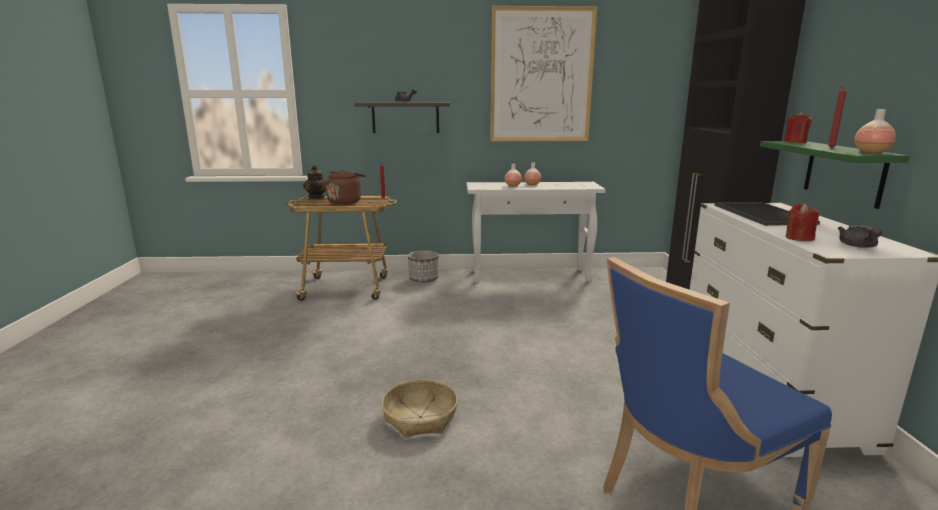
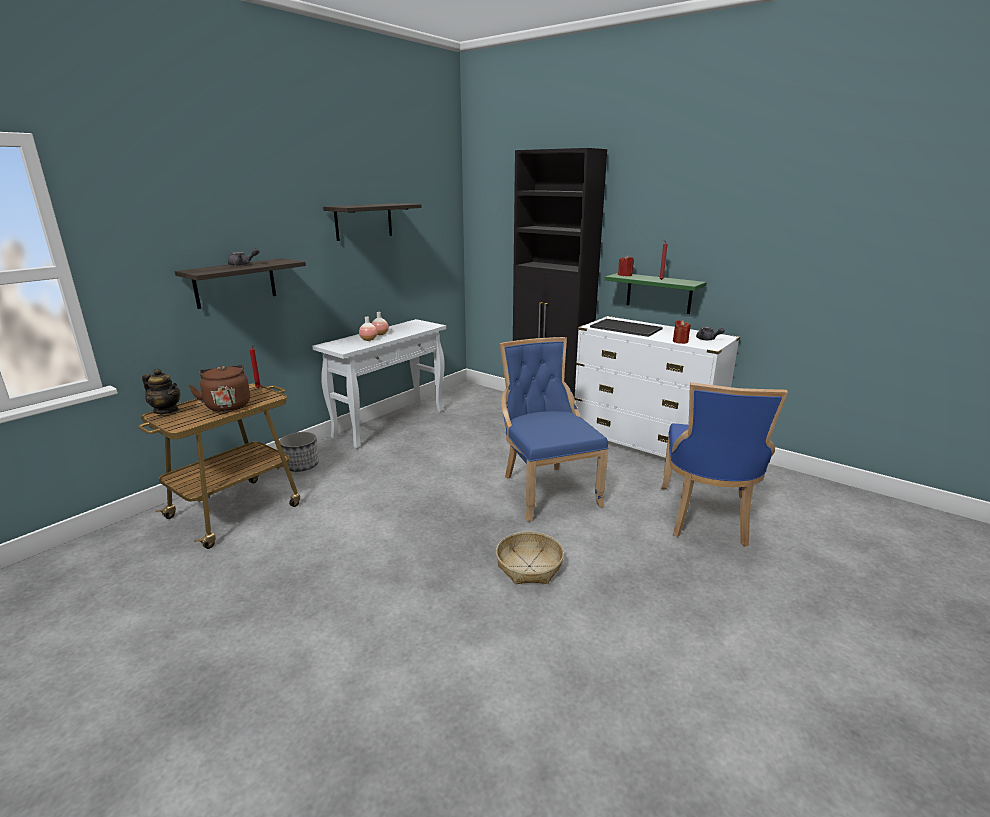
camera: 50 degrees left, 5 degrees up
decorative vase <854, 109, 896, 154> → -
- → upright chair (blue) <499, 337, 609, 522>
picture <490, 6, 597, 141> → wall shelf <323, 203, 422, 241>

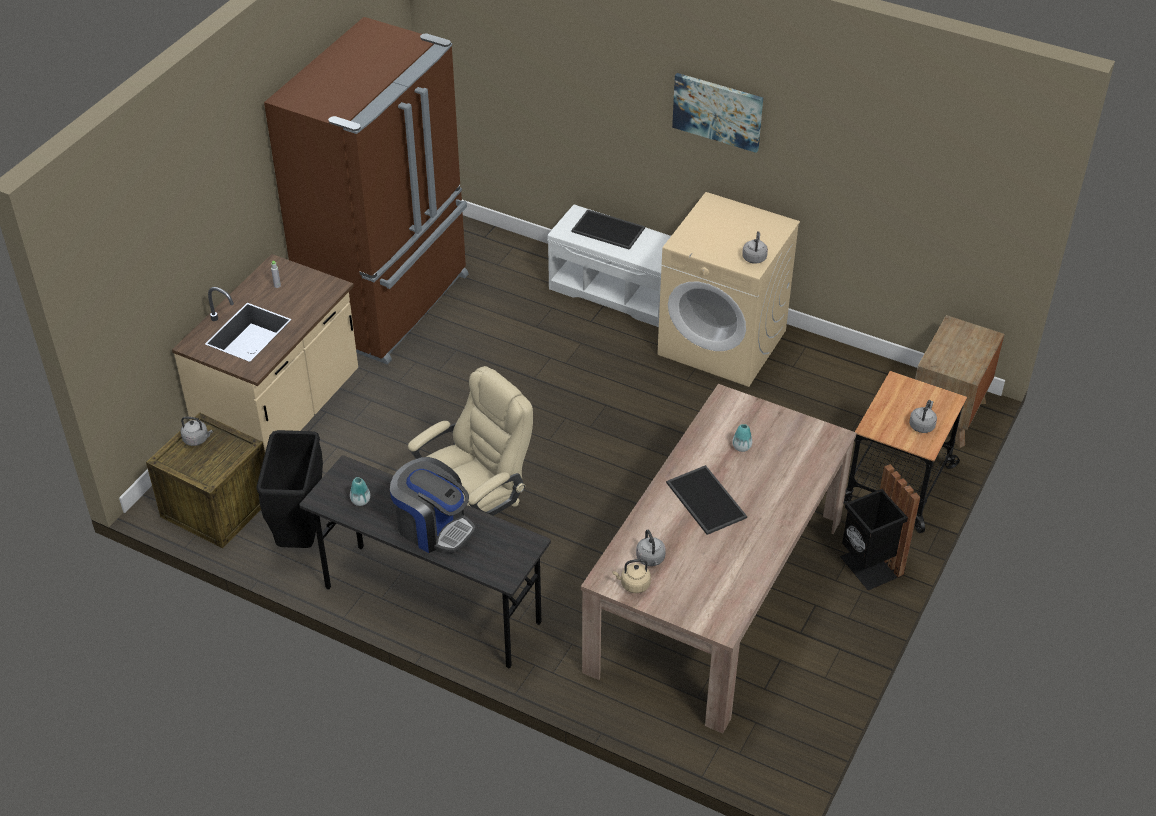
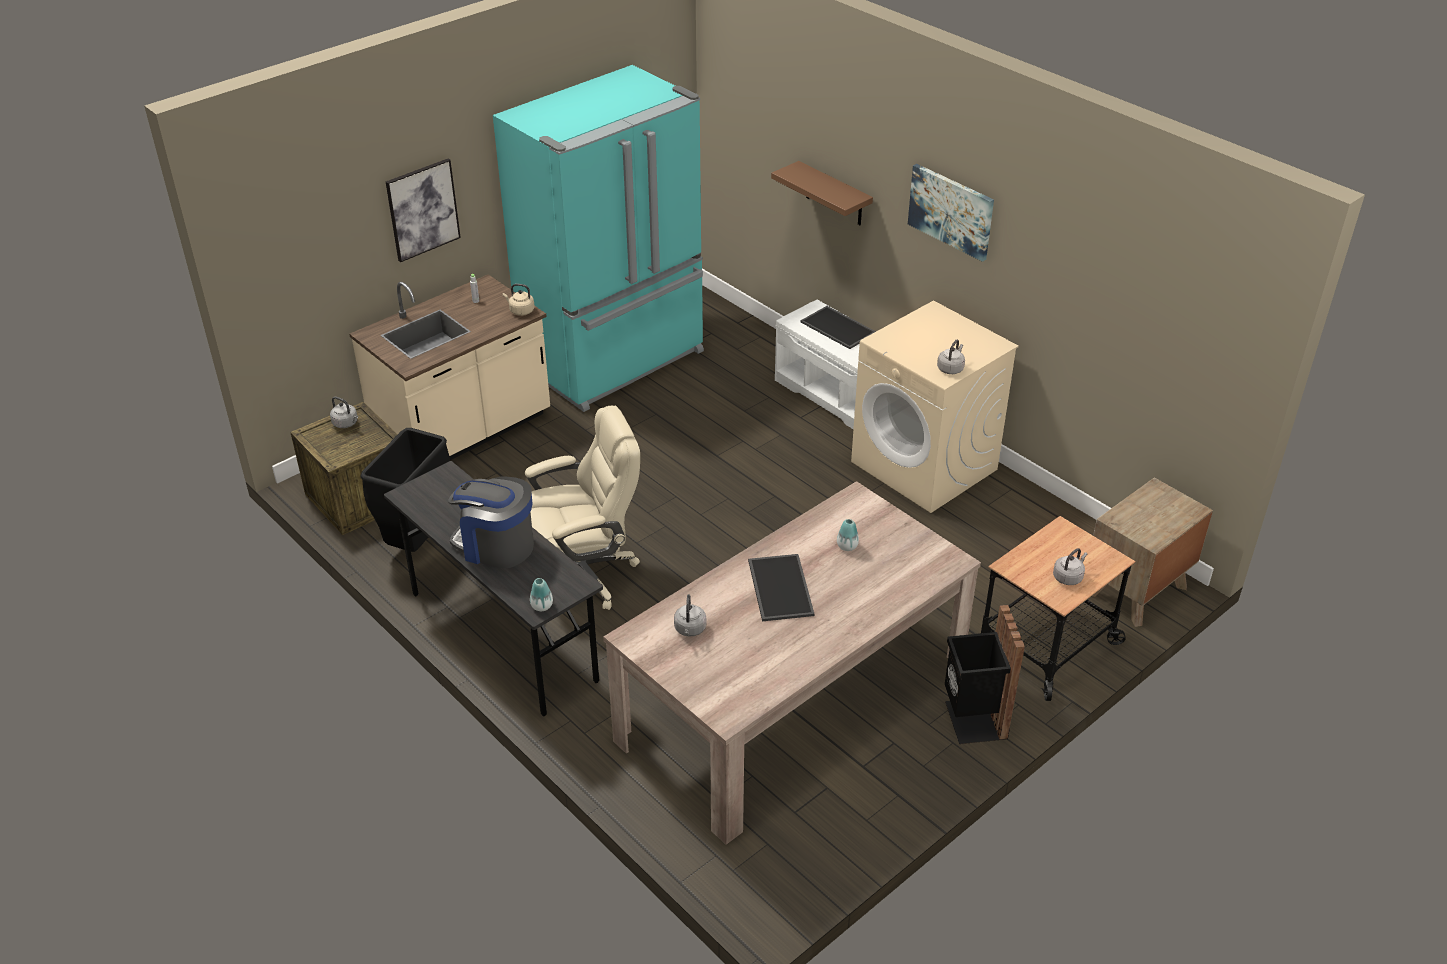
camera: 20 degrees right, 5 degrees down
- → picture <386, 158, 461, 262>
- → wall shelf (brown) <771, 161, 873, 225>
decorative vase <350, 477, 370, 506> → decorative vase <530, 578, 553, 611>, moved
water kettle (sand-coloured) <612, 559, 651, 593> → water kettle (sand-coloured) <503, 284, 535, 316>, moved
fridge (brown) <264, 17, 468, 365> → fridge (blue-green) <493, 65, 704, 412>
coffee machine <390, 457, 476, 553> → coffee machine <448, 476, 534, 569>, 150 degrees clockwise

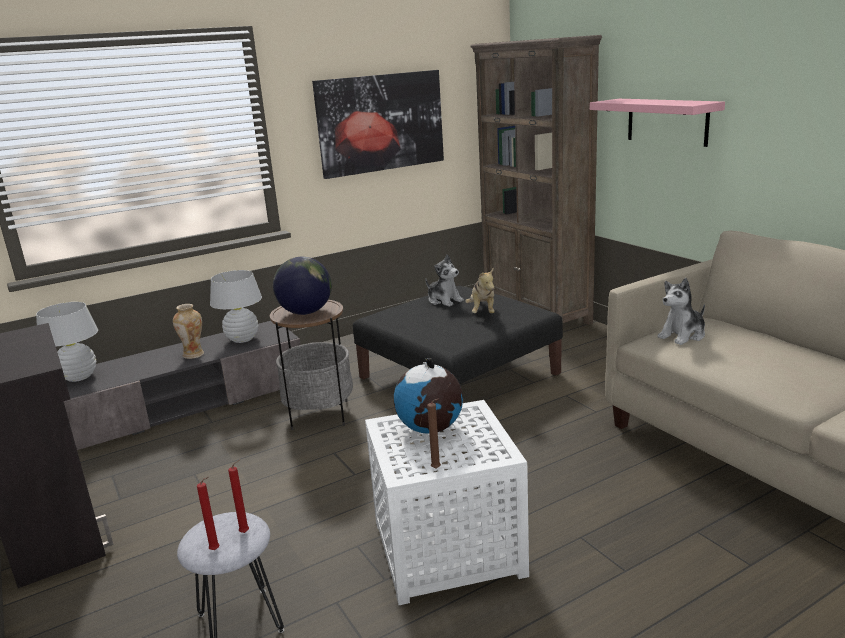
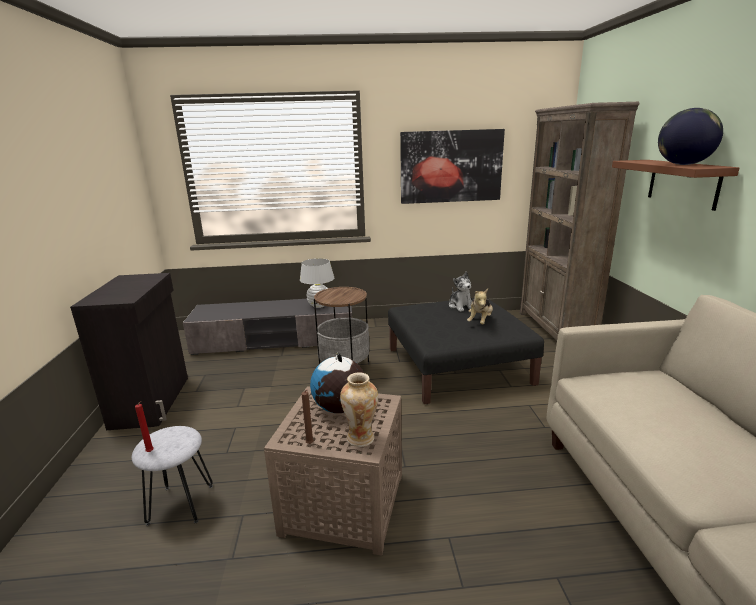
camera: 25 degrees right, 0 degrees up
tabletop lamp (white) <36, 302, 98, 382> → -
candle (red) <228, 459, 249, 533> → -
soft toy <657, 278, 705, 345> → -
decorative vase <173, 304, 204, 359> → decorative vase <340, 372, 378, 447>, moved
globe <273, 257, 332, 315> → globe <658, 108, 723, 165>, moved
end table (white) <365, 400, 529, 605> → end table (brown) <264, 386, 402, 556>
wall shelf (pink-coloured) <590, 99, 725, 147> → wall shelf (brown) <612, 160, 739, 211>

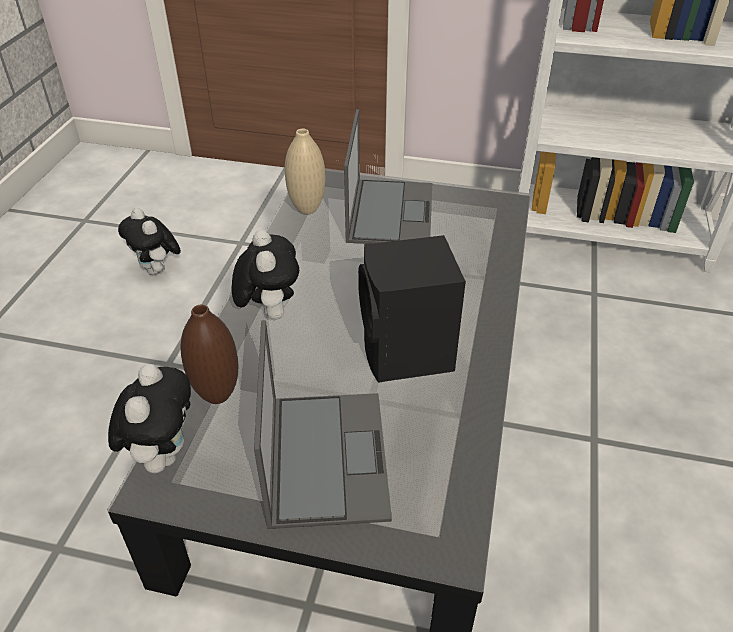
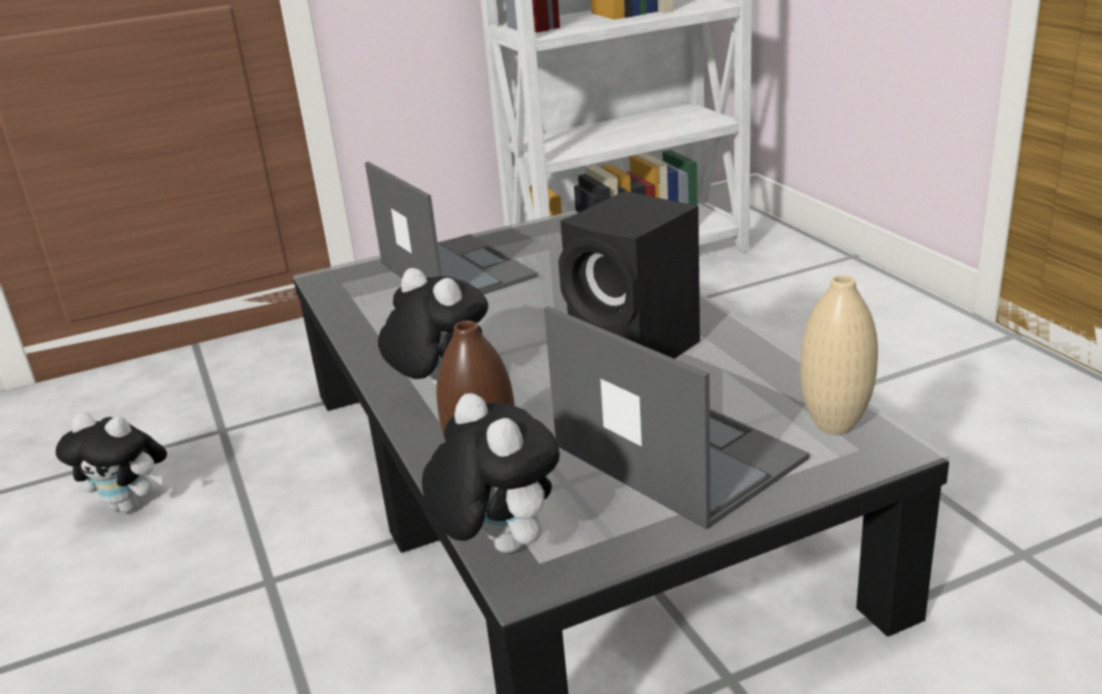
camera: 35 degrees left, 15 degrees down
decorative vase (sand-coloured) <285, 129, 326, 214> → decorative vase (sand-coloured) <800, 275, 878, 435>, moved

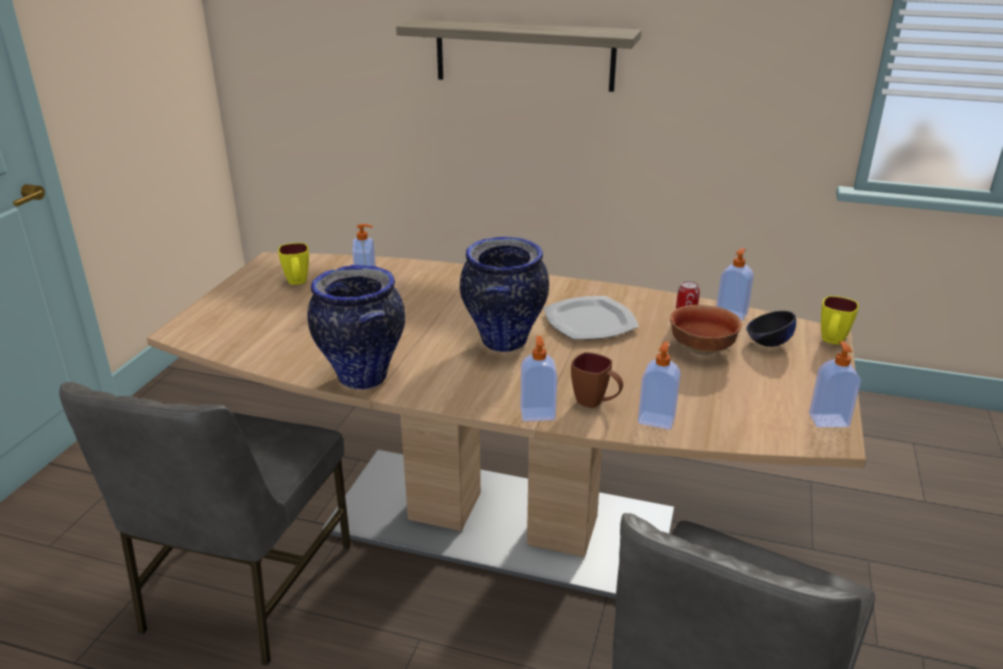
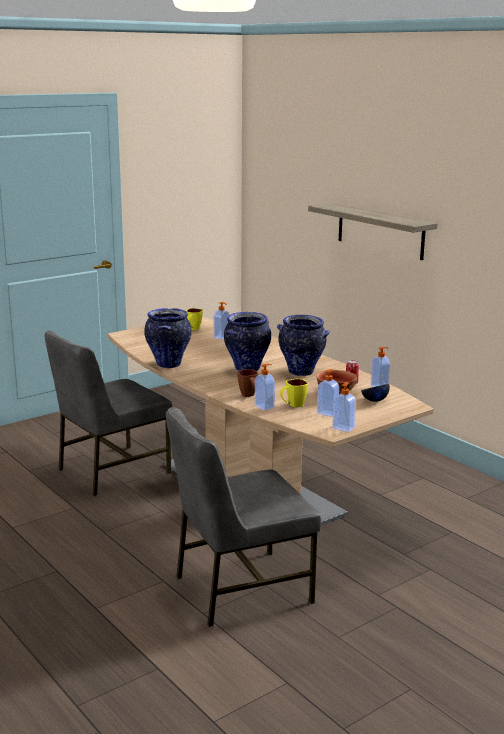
camera: 35 degrees right, 10 degrees down
liquid soap bottle <520, 336, 557, 421> → liquid soap bottle <317, 369, 339, 417>, moved
coffee mug (yellow) <821, 296, 859, 345> → coffee mug (yellow) <280, 379, 308, 408>, moved
flat dish <544, 296, 639, 340> → decorative vase <277, 315, 330, 376>

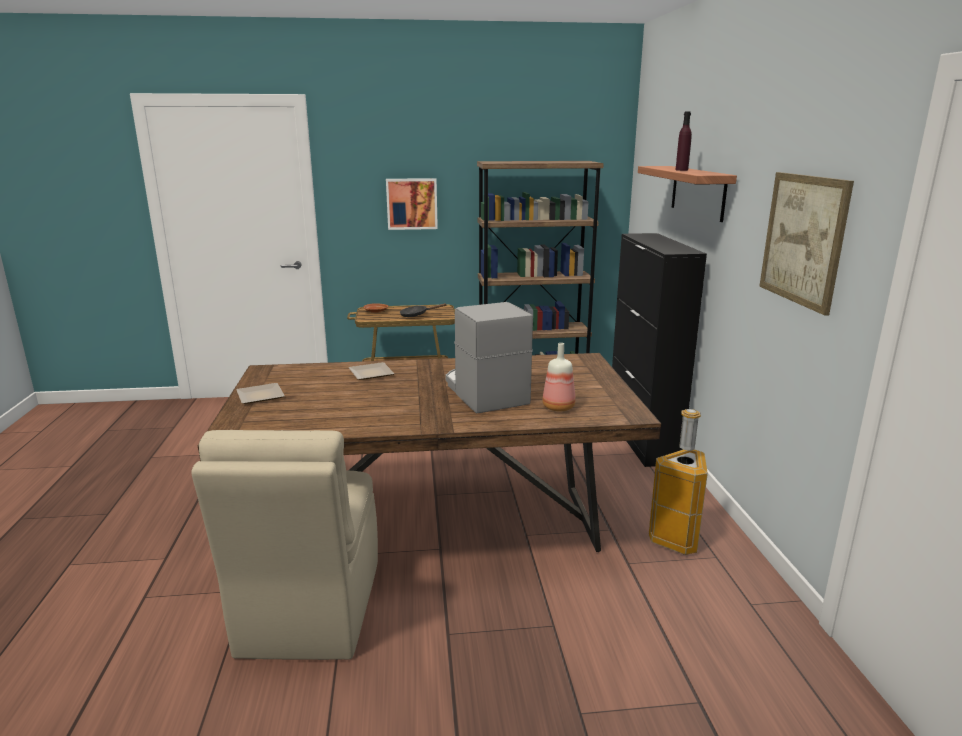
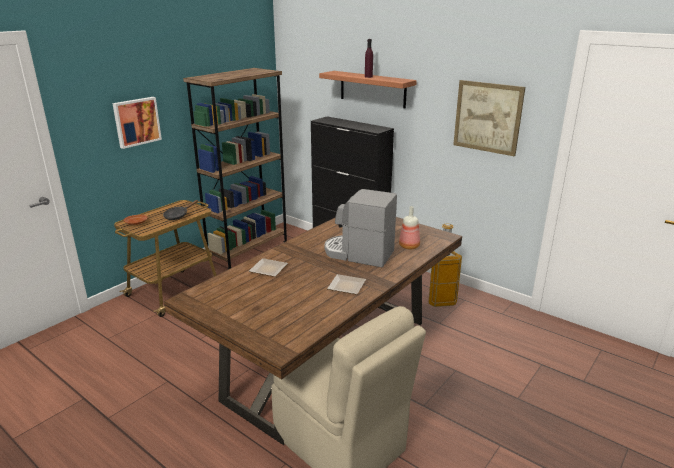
camera: 45 degrees left, 5 degrees up
flat dish <236, 383, 285, 404> → flat dish <327, 274, 366, 295>, moved

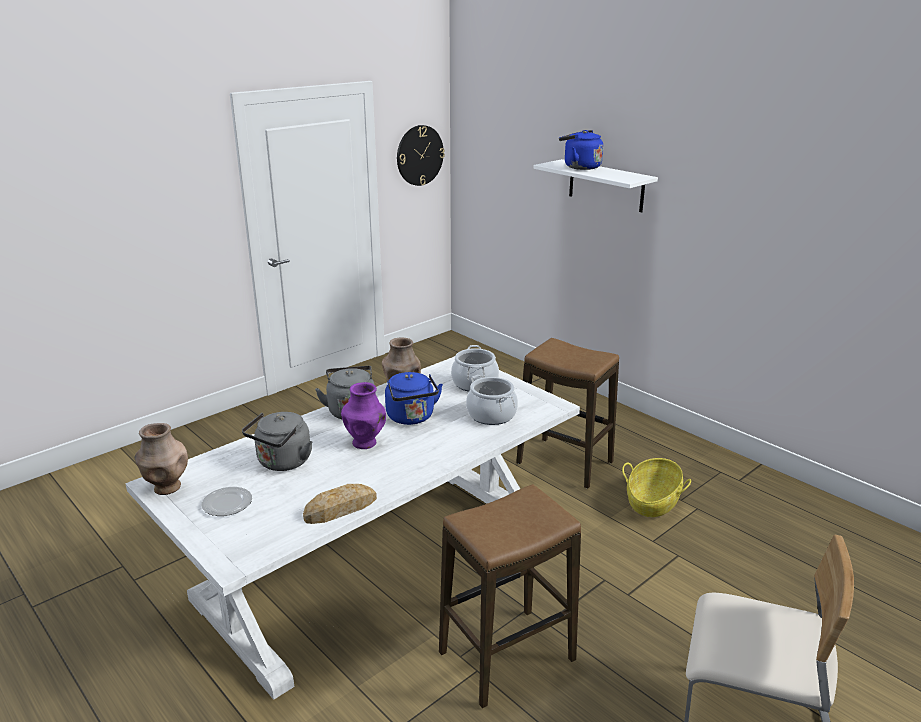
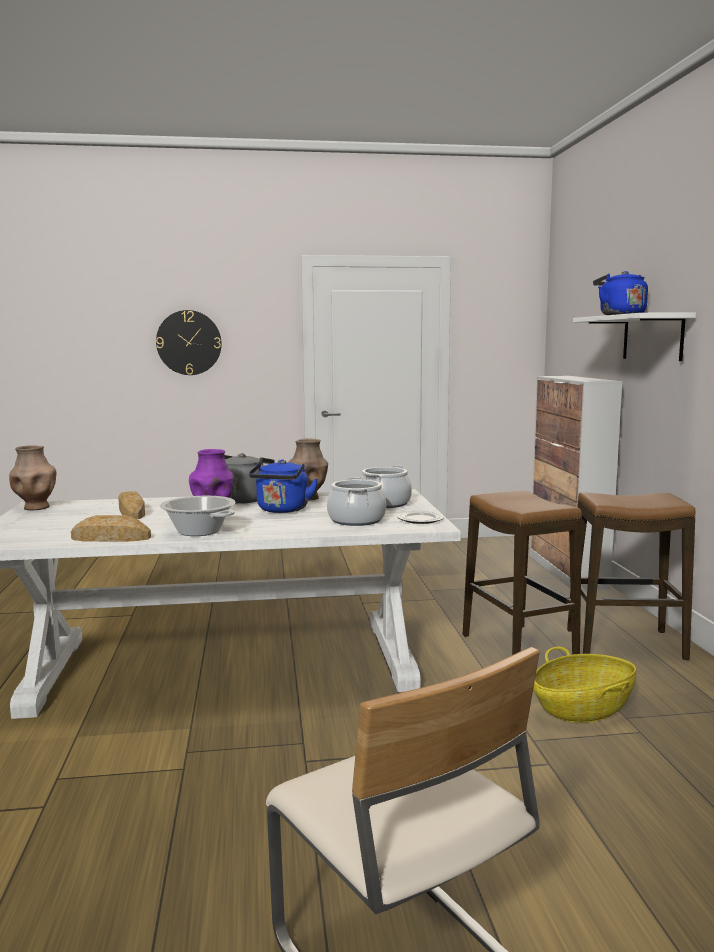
camera: 35 degrees right, 15 degrees down
- → saucepot <160, 496, 236, 536>
- → cabinet <530, 376, 622, 590>
flat dish <201, 487, 252, 516> → flat dish <397, 511, 444, 524>, moved
hanging clock <397, 125, 445, 186> → hanging clock <156, 310, 222, 375>, moved
stool <439, 484, 581, 708> → stool <567, 492, 696, 661>, moved
water kettle (greyish) <242, 412, 312, 471> → bread <118, 491, 145, 519>

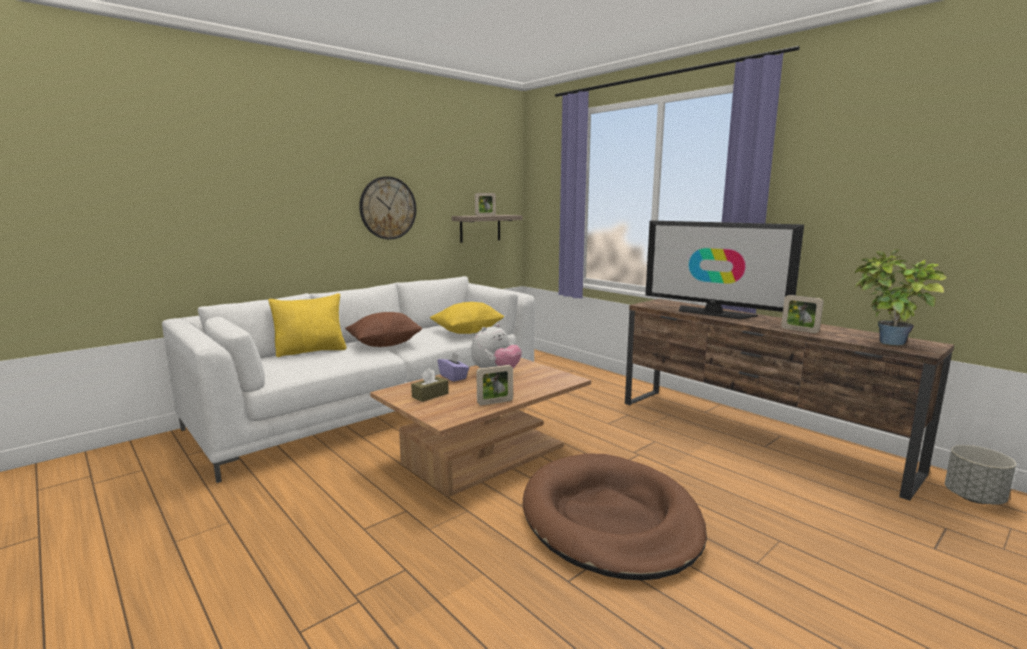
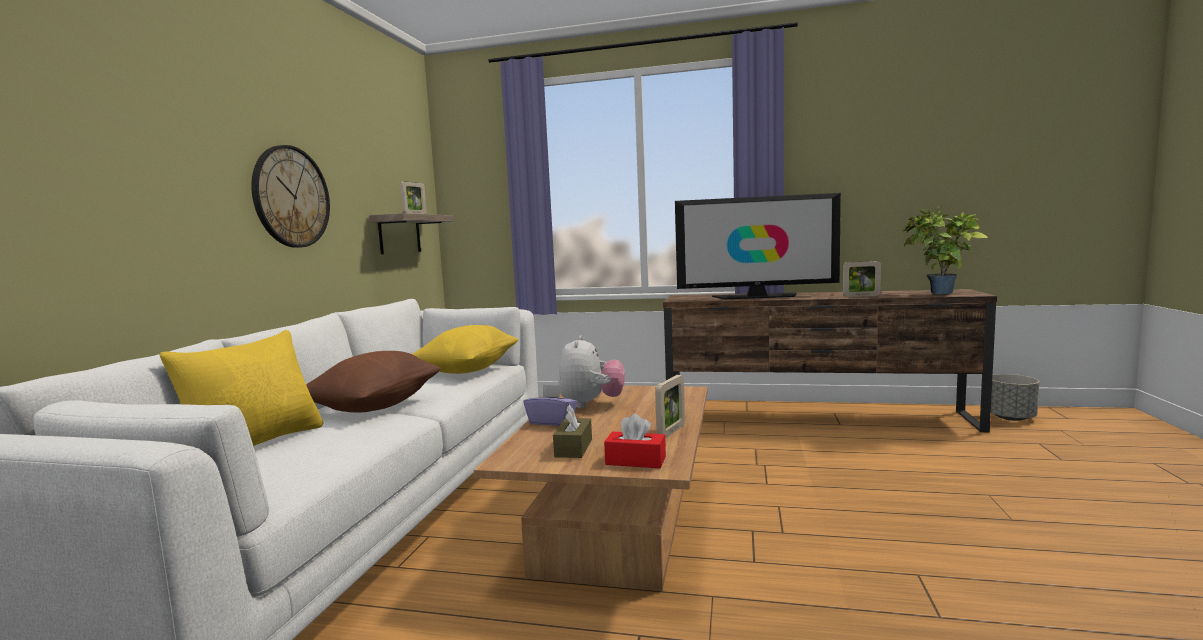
camera: 35 degrees left, 5 degrees down
dog cushion (brown) <523, 453, 707, 580> → -
- → tissue holder (red) <604, 414, 666, 468>

